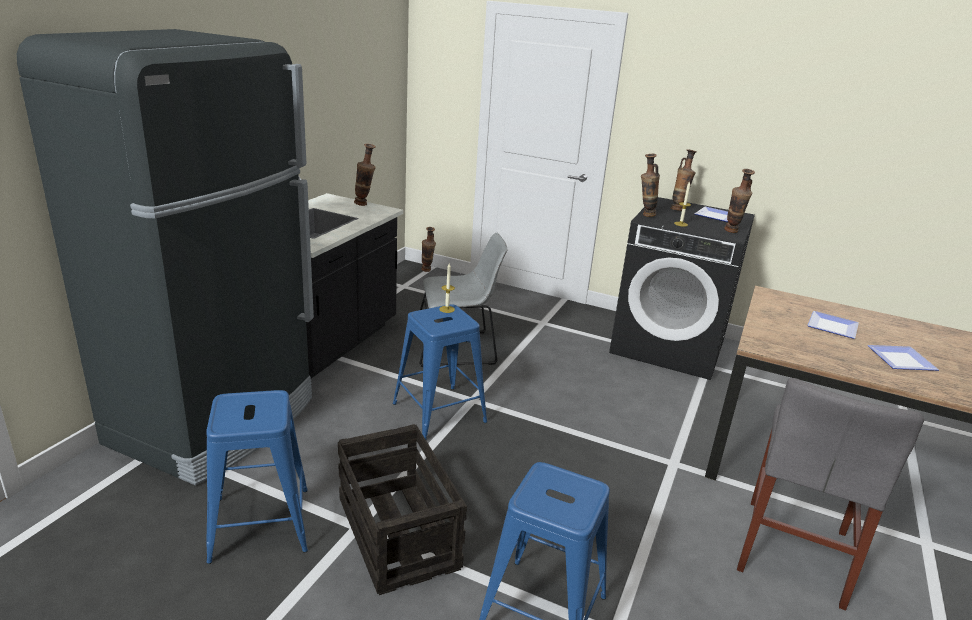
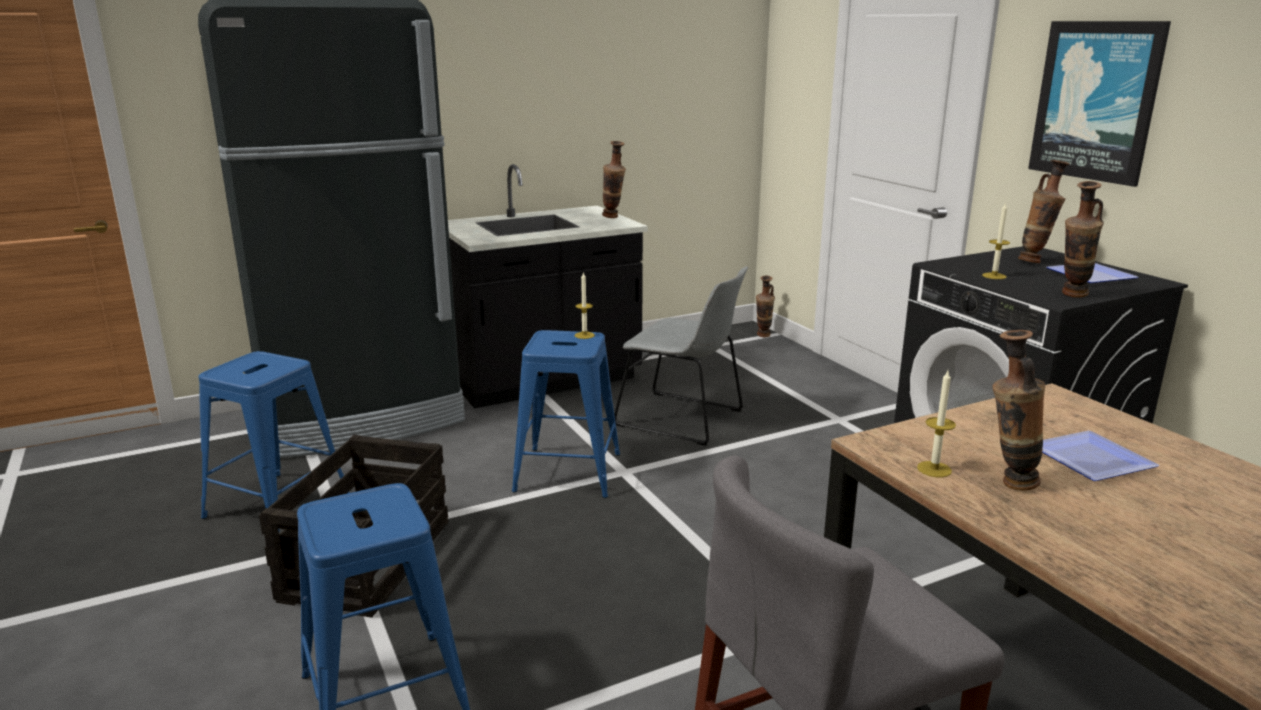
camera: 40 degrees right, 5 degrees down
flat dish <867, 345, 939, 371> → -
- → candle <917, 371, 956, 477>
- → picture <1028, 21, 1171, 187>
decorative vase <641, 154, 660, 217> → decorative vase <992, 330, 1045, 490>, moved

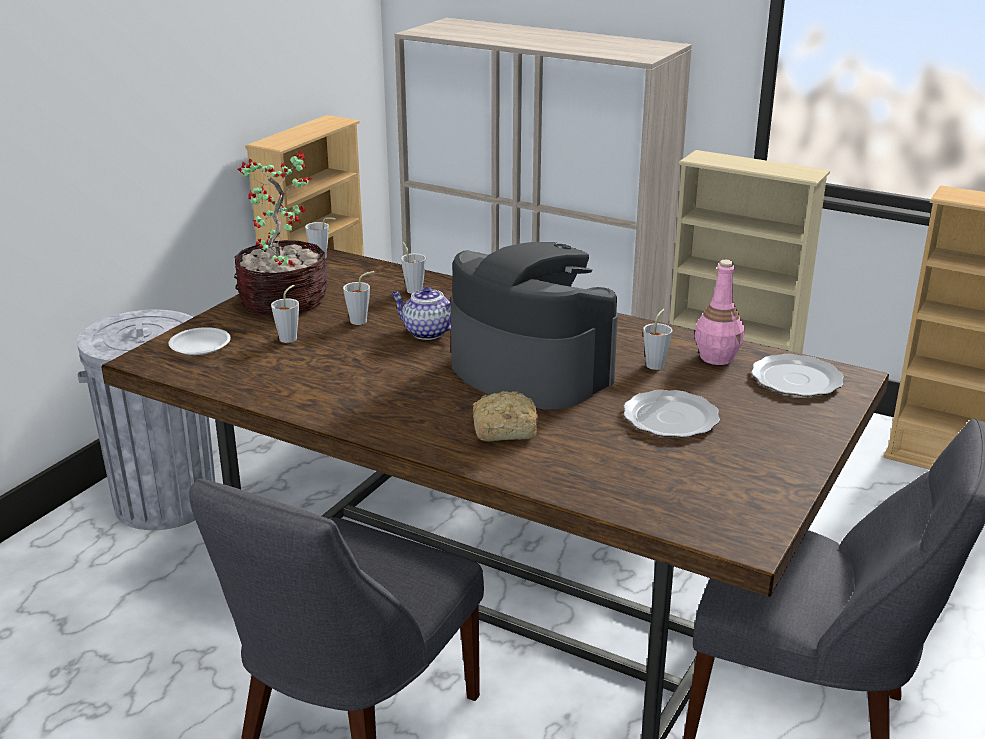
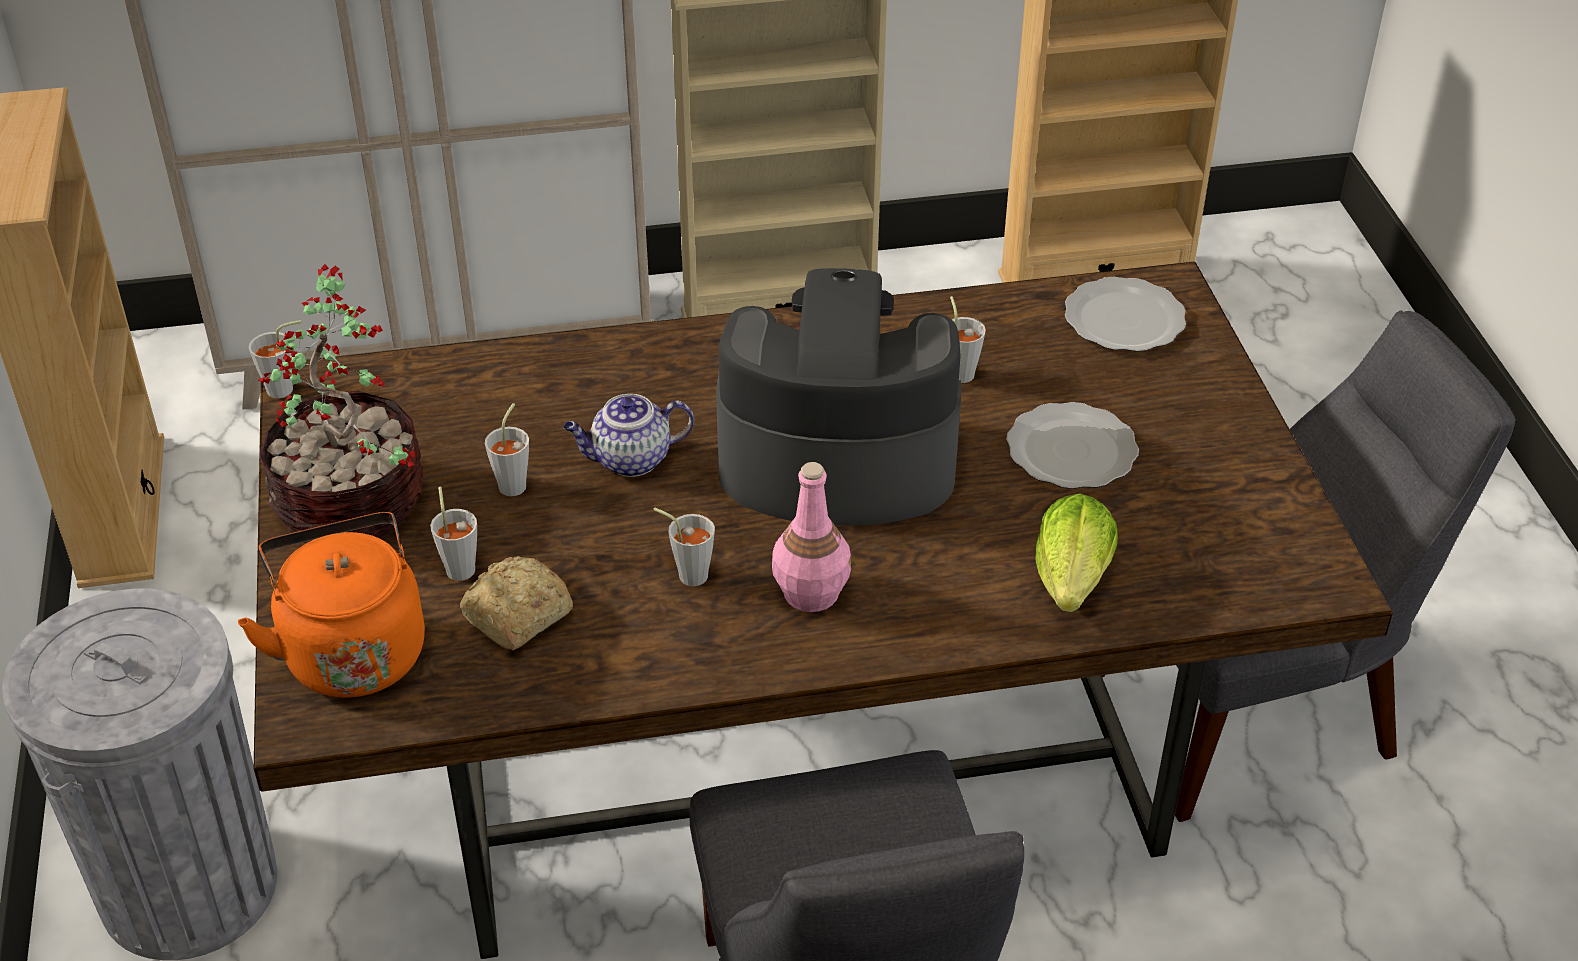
camera: 40 degrees left, 15 degrees up
- → lettuce head <1036, 493, 1118, 612>
small cup (greyish) <401, 242, 426, 294> → small cup (greyish) <653, 508, 715, 586>, moved
bread <472, 391, 538, 441> → bread <460, 556, 573, 650>, moved
beverage bottle (pink-coloured) <695, 260, 745, 365> → beverage bottle (pink-coloured) <772, 462, 851, 612>, moved
flat dish (white) <168, 327, 231, 355> → water kettle (orange) <238, 512, 425, 698>

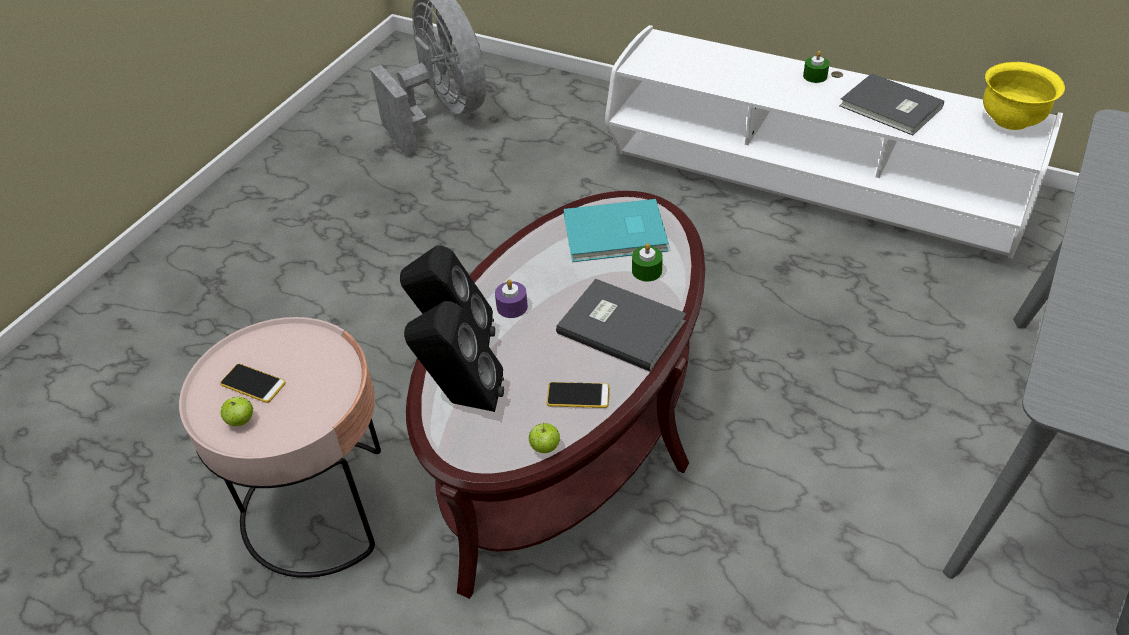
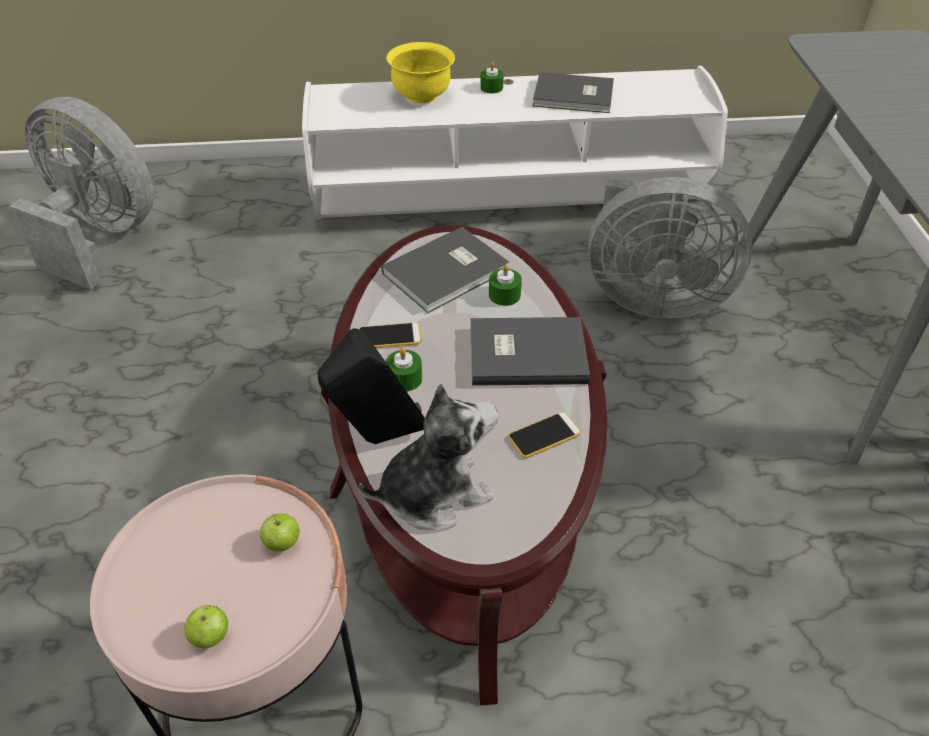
camera: 35 degrees left, 0 degrees up
- → cooling fan (greyish) <588, 177, 753, 318>
phone <220, 364, 286, 403> → phone <359, 323, 421, 348>, moved
apple <529, 422, 560, 453> → apple <260, 514, 300, 551>, moved
bowl (yellow) <983, 62, 1065, 130> → bowl (yellow) <386, 42, 455, 104>, moved
speaker (black-coloured) <404, 301, 504, 412> → soft toy <359, 384, 498, 530>
candle (purplish) <495, 279, 528, 318> → candle (greenish) <386, 348, 422, 392>
volume (blue-green) <564, 199, 669, 262> → volume (greyish) <381, 227, 509, 313>

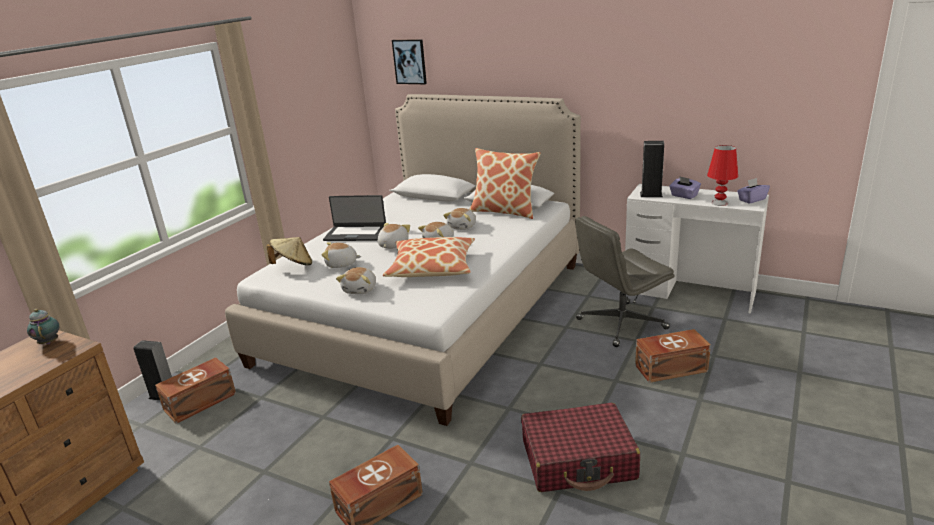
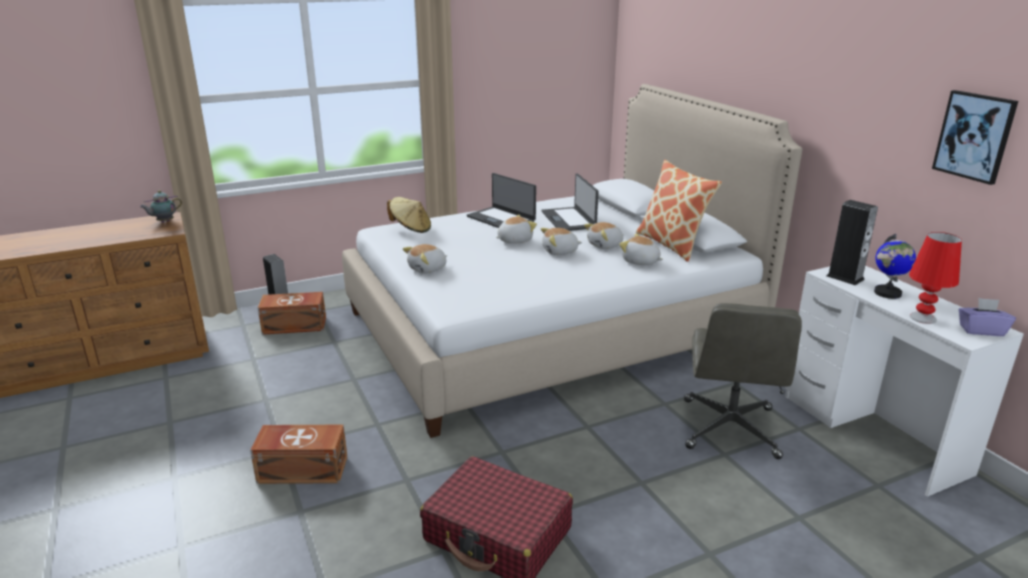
camera: 35 degrees right, 0 degrees up
cushion <383, 237, 475, 277> → -
storage container (brown) <635, 329, 711, 383> → -
- → laptop <541, 173, 599, 231>
soft toy <321, 242, 361, 268> → soft toy <619, 234, 663, 265>, moved
picture <392, 39, 427, 84> → picture <932, 90, 1018, 185>, moved
tissue holder (purplish) <669, 176, 701, 199> → globe <874, 234, 916, 299>
pot for tea <27, 309, 59, 344> → pot for tea <140, 190, 182, 222>, 135 degrees counterclockwise
office chair (greyish) <575, 216, 674, 347> → office chair (greyish) <684, 303, 802, 459>, 90 degrees counterclockwise

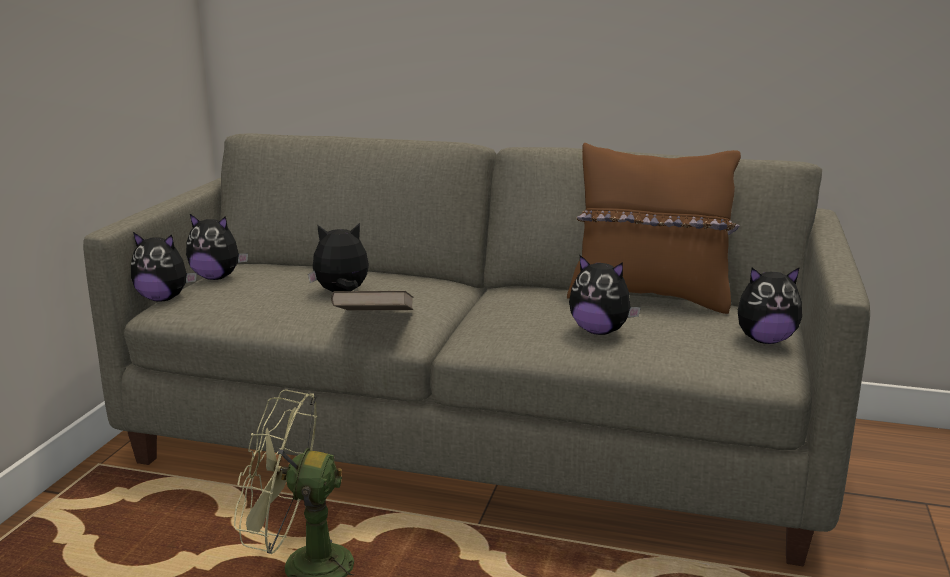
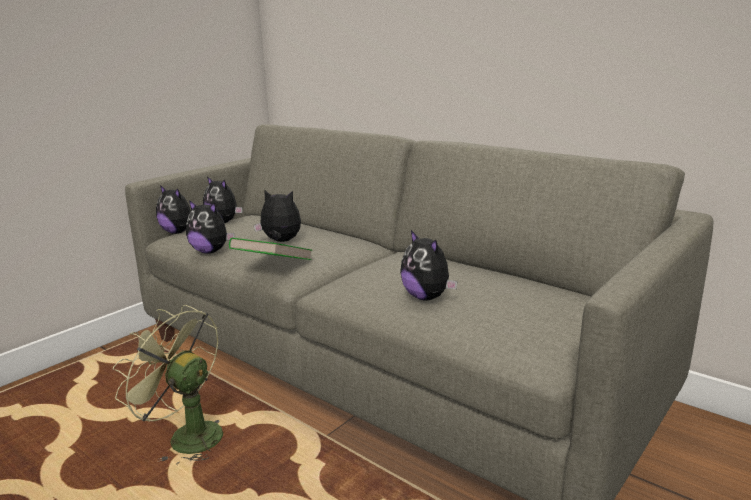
camera: 25 degrees right, 0 degrees up
cushion (brown) <567, 143, 741, 314> → -
soft toy <738, 267, 802, 344> → soft toy <186, 200, 235, 254>, moved
volume (brown) <331, 291, 413, 311> → volume (greenish) <229, 238, 312, 260>

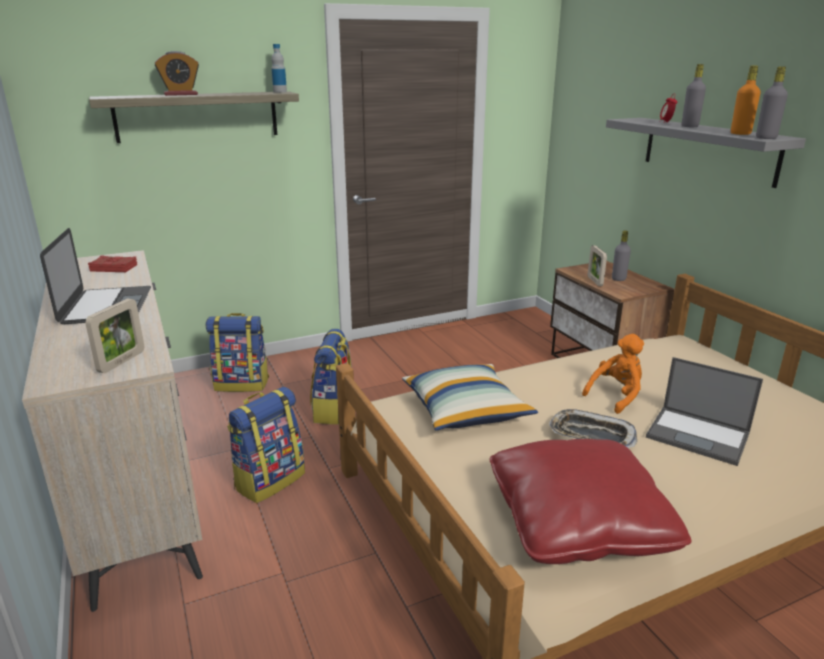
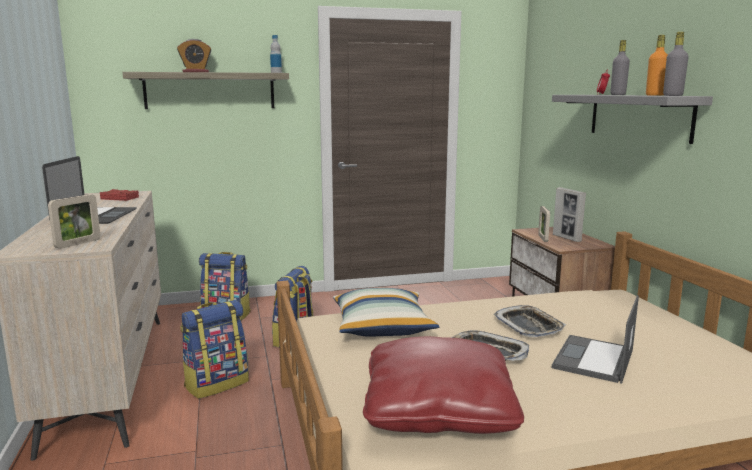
camera: 10 degrees right, 10 degrees down
soft toy (orange) <582, 334, 644, 414> → serving tray <493, 305, 566, 338>
beverage bottle (greyish) <612, 231, 631, 281> → picture frame <553, 187, 586, 242>
laptop <646, 357, 763, 466> → laptop <552, 295, 639, 384>, 75 degrees clockwise

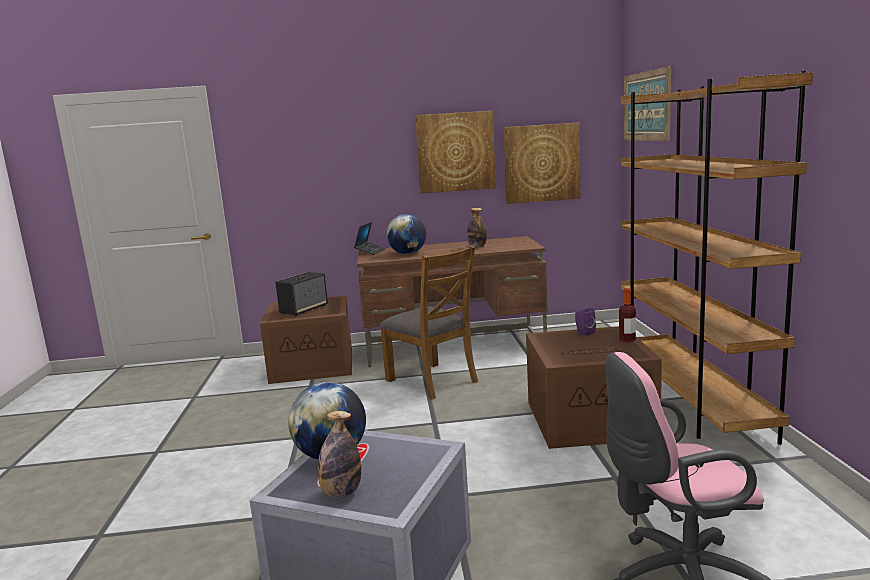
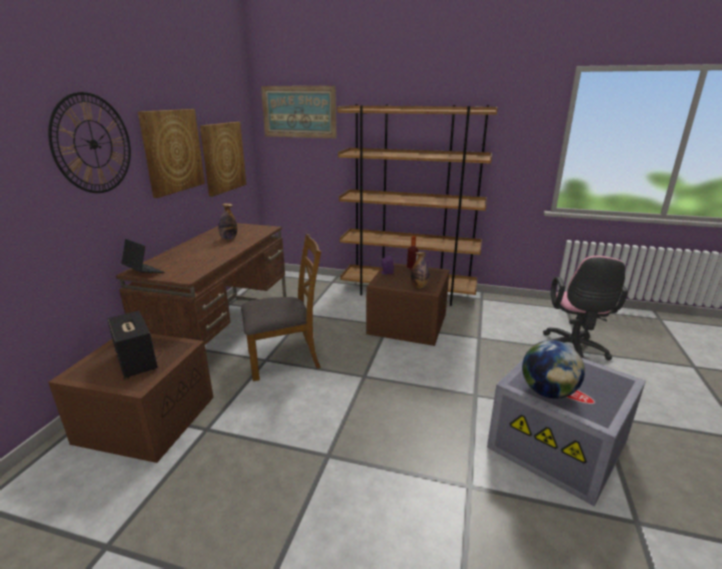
camera: 70 degrees left, 10 degrees up
globe <386, 214, 426, 254> → -
- → hanging clock <48, 92, 131, 193>
beverage bottle <318, 411, 361, 498> → beverage bottle <411, 252, 430, 288>, moved

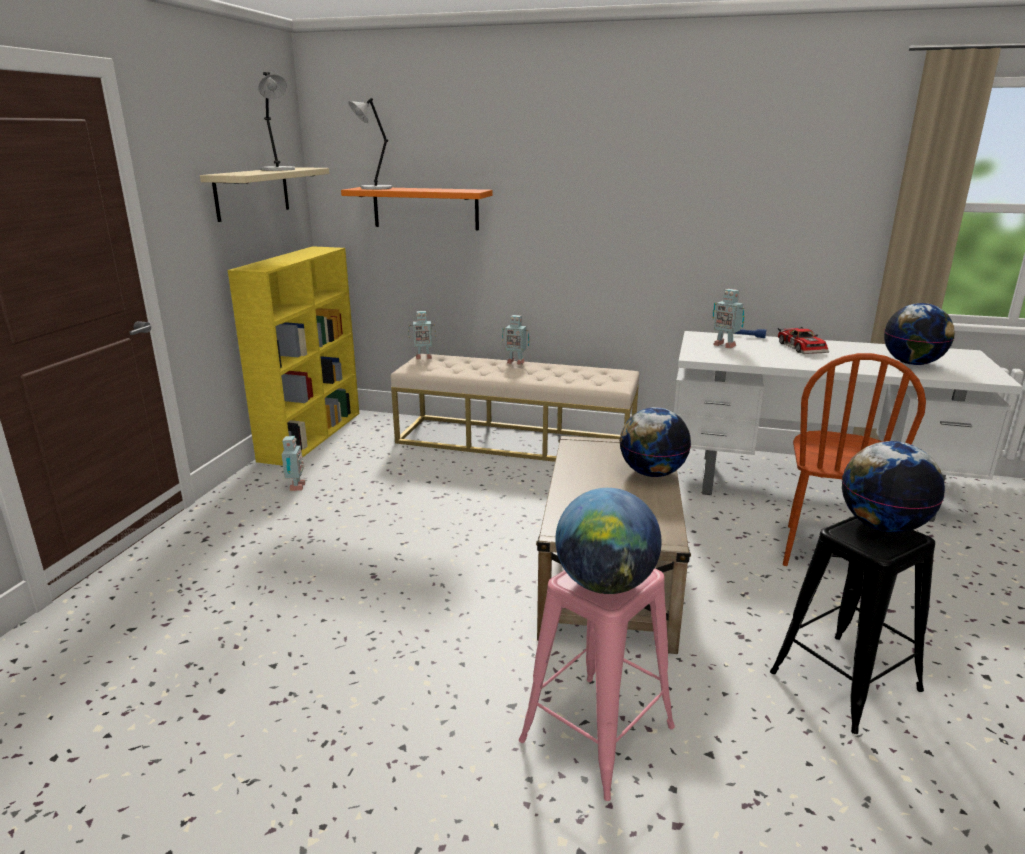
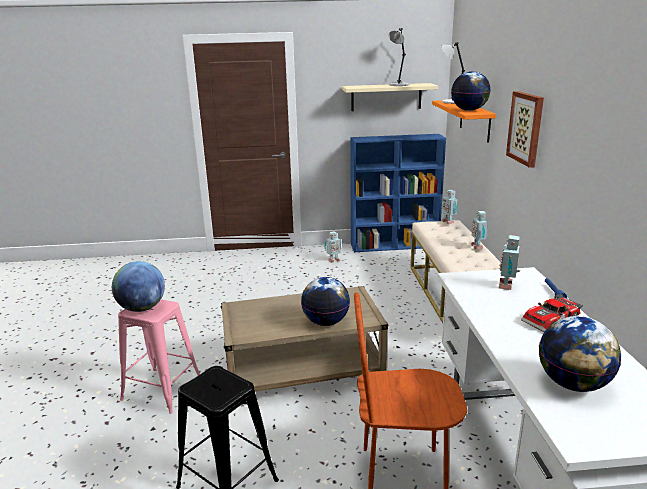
camera: 70 degrees right, 0 degrees up
- → picture <506, 91, 544, 168>
globe <842, 441, 945, 533> → globe <451, 71, 491, 111>, moved
shelving unit (yellow) <228, 246, 359, 466> → shelving unit (blue) <350, 134, 446, 252>

